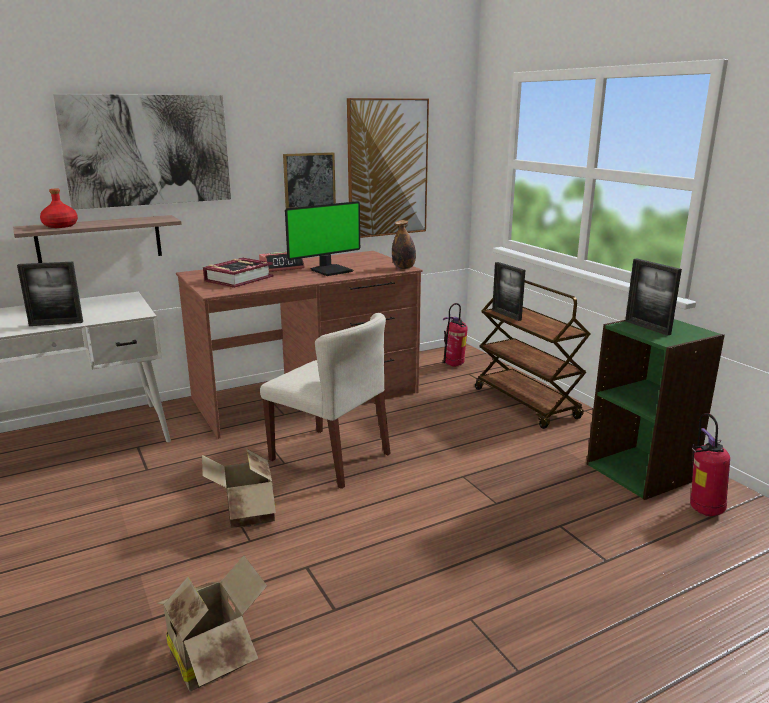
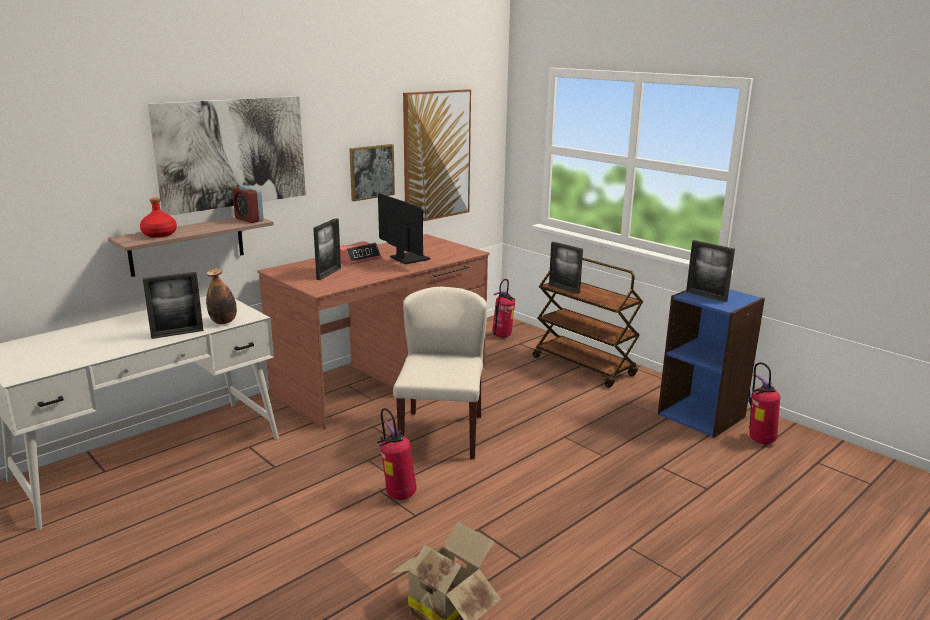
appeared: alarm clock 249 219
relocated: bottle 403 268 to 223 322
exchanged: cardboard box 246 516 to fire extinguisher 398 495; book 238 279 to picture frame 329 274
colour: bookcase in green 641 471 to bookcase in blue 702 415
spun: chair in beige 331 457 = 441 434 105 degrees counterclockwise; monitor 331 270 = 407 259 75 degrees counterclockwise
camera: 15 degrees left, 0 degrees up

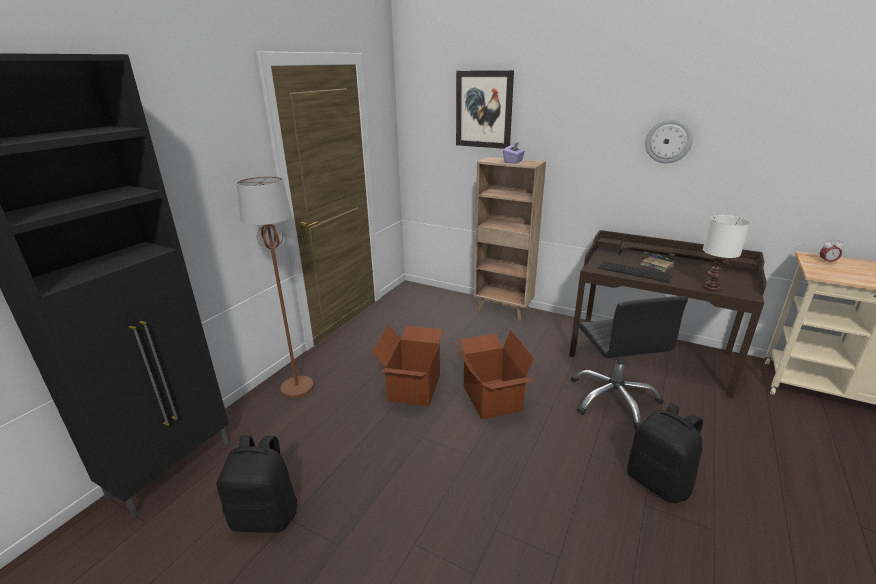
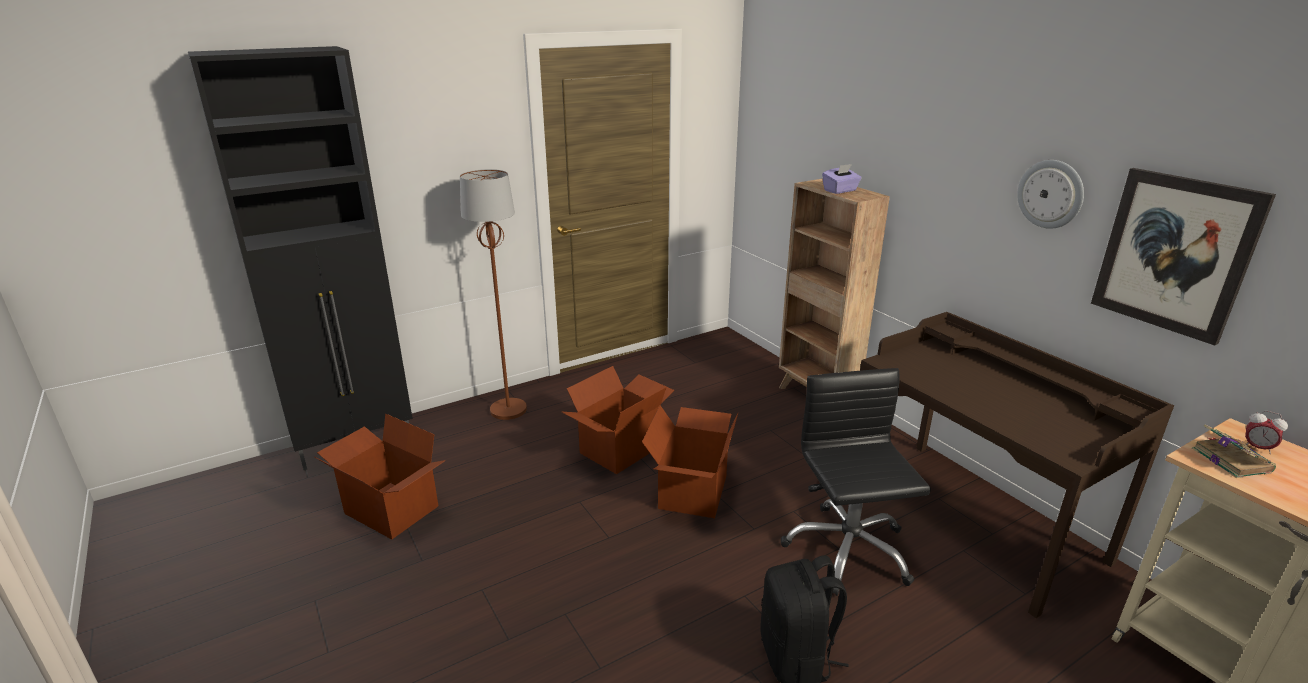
missing: keyboard 634 272; table lamp in white 711 287
relocated: picture 484 109 to 1175 254; book 656 265 to 1229 459
exchanged: backpack in black 266 515 to cardboard box 390 511
spun: office chair in black 614 399 = 847 550 150 degrees clockwise
camera: 30 degrees right, 0 degrees up

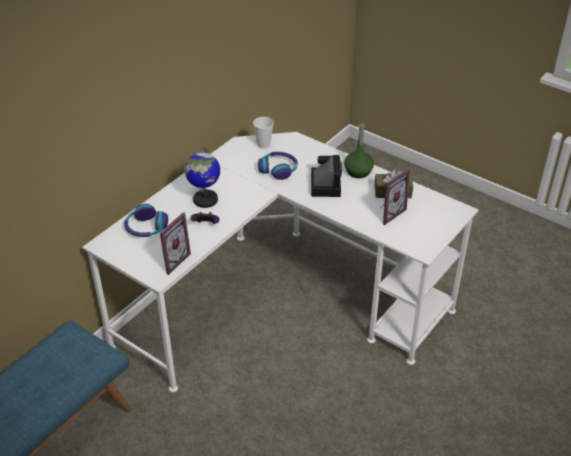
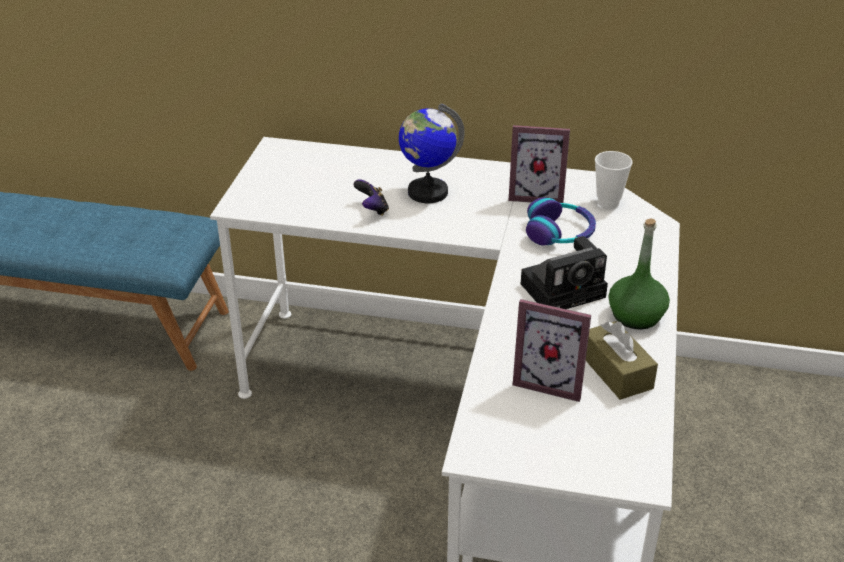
missing: headphones 146 228
relocated: picture frame 171 260 to 536 194
camera: 65 degrees right, 5 degrees down

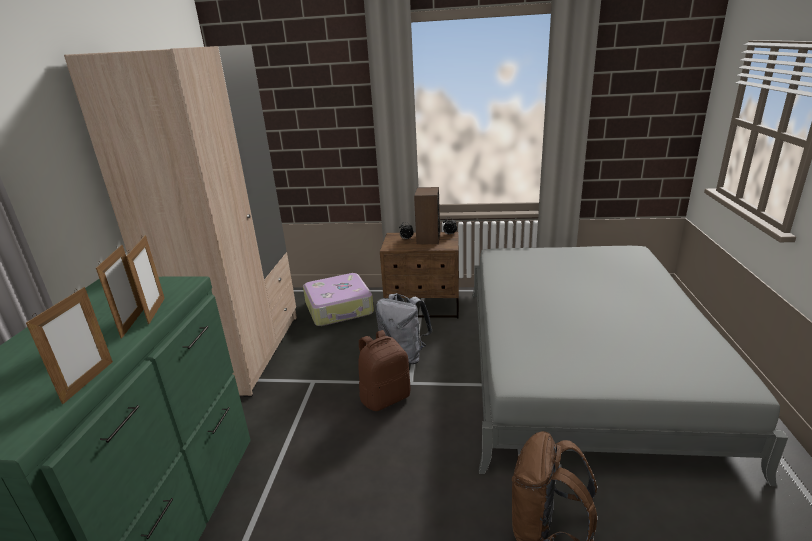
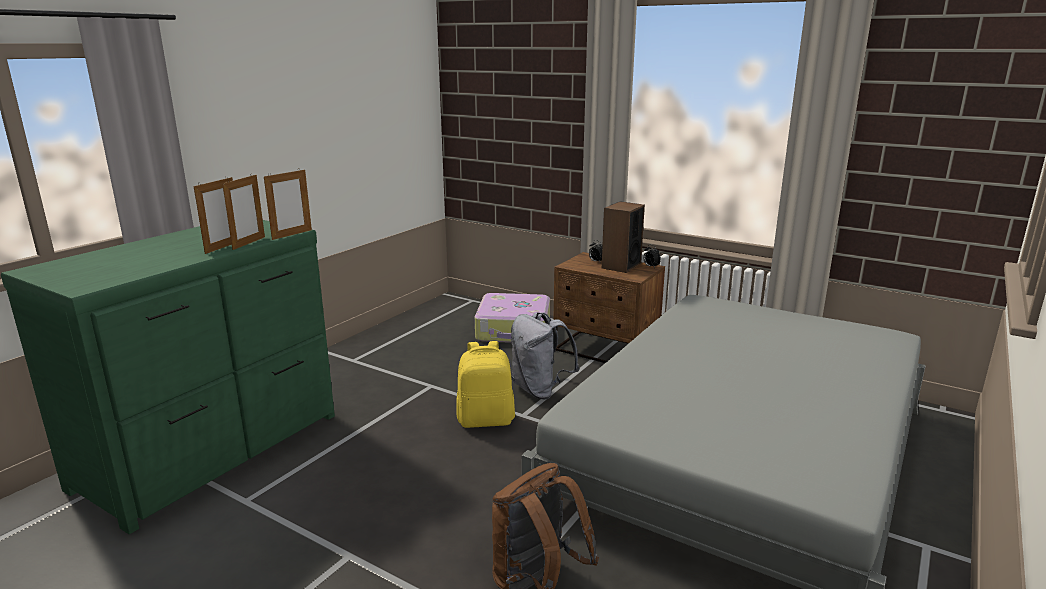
missing: wardrobe in beige 242 352
relocated: picture frame 88 381 to 292 234
colour: backpack in brown 385 397 to backpack in yellow 486 420
camera: 25 degrees right, 5 degrees down

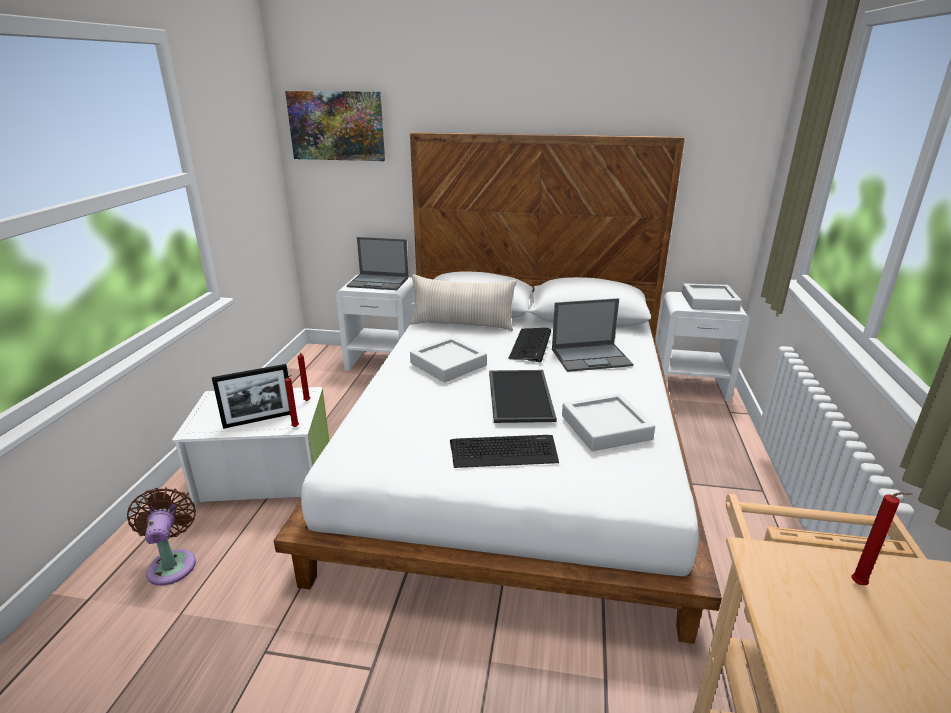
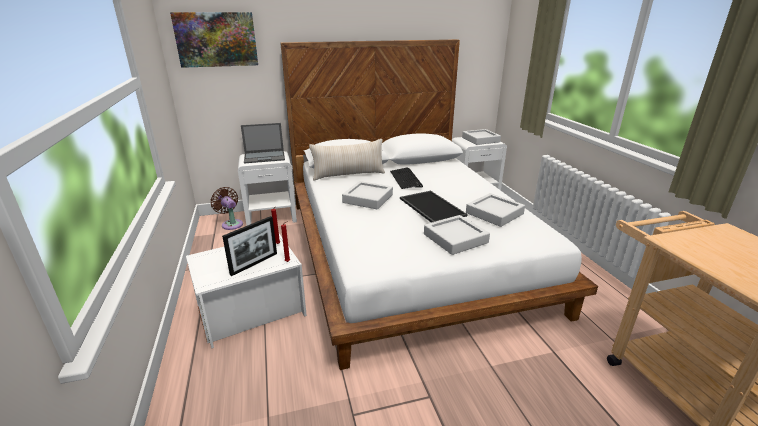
missing: laptop 592 357; candle in red 861 585
relocated: fan in brown 172 563 to 231 224
exchanged: keyboard 504 452 to tray in grey 455 238
camera: 25 degrees left, 0 degrees up

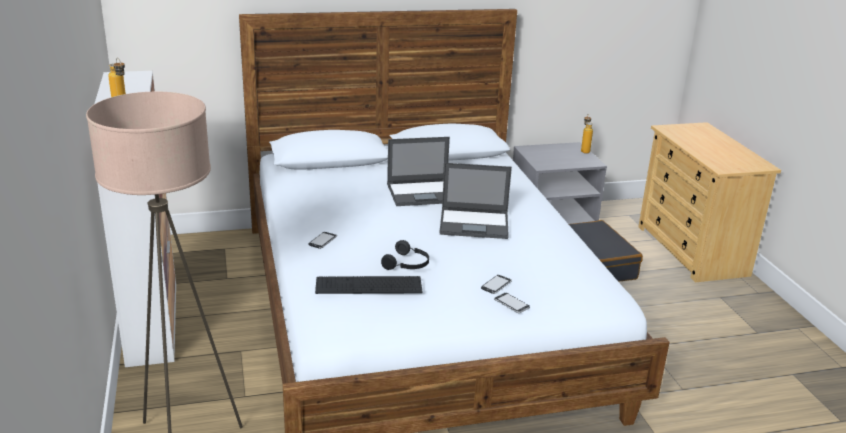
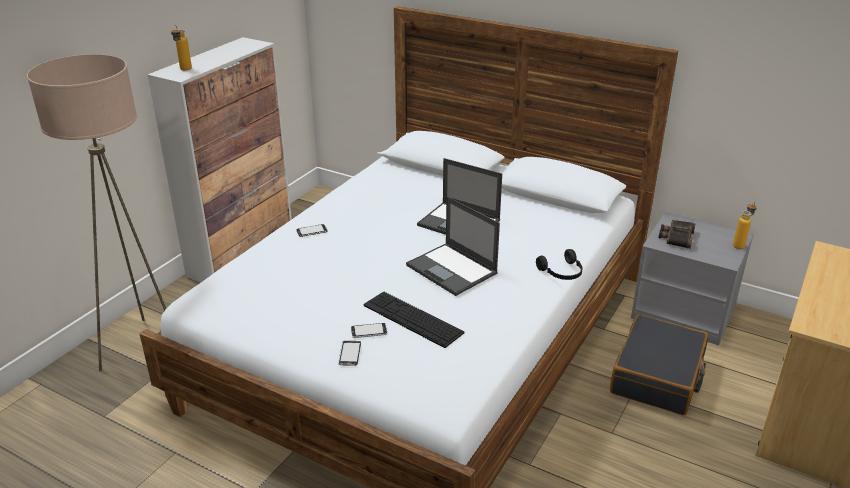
appeared: binoculars 676 237
relocated: keyboard 368 285 to 412 319; headphones in black 407 264 to 562 272
camera: 45 degrees right, 5 degrees up

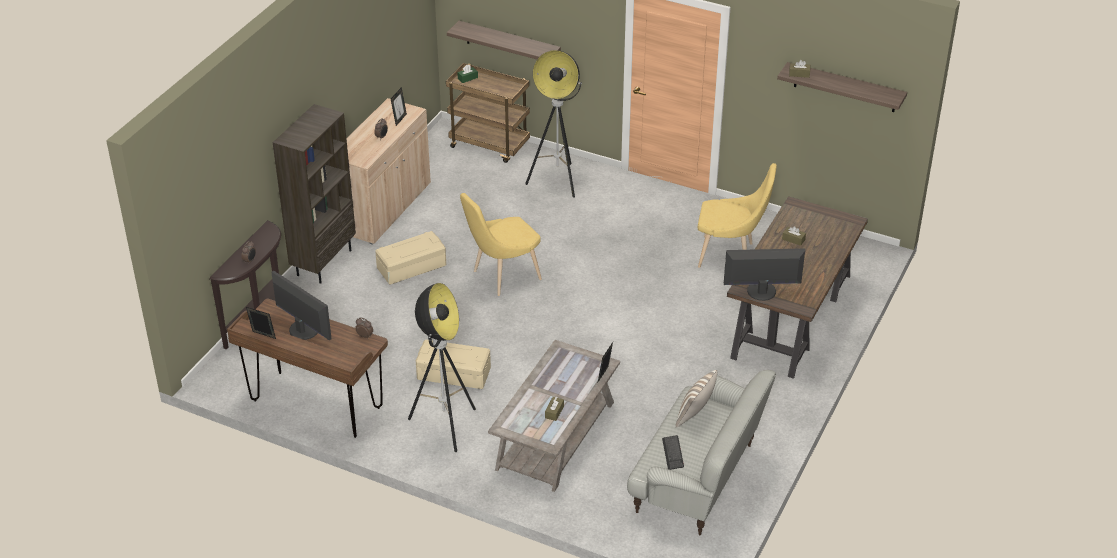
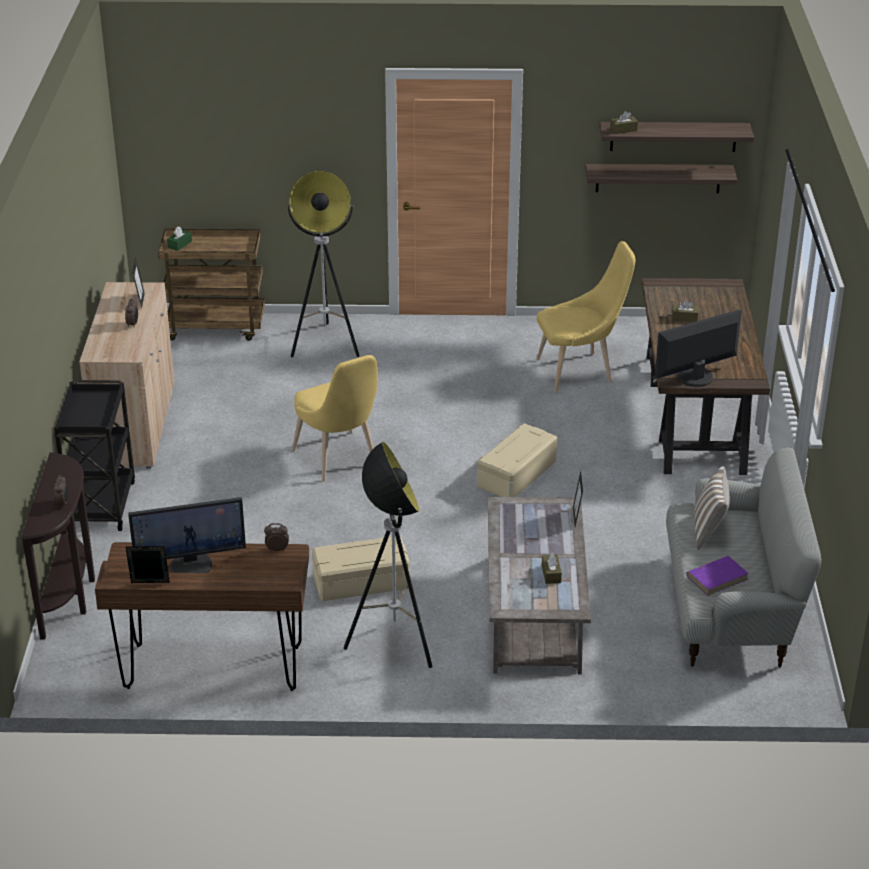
relocated: storage box in beige 411 267 to 517 475; shelf 509 43 to 658 178
exchanged: bookcase in brown 323 262 to cart in black 102 504; keyboard 673 453 to book in purple 717 577
spun: monitor 303 330 = 191 565 150 degrees clockwise; chair in yellow 502 276 = 338 460 60 degrees counterclockwise
camera: 25 degrees left, 5 degrees down

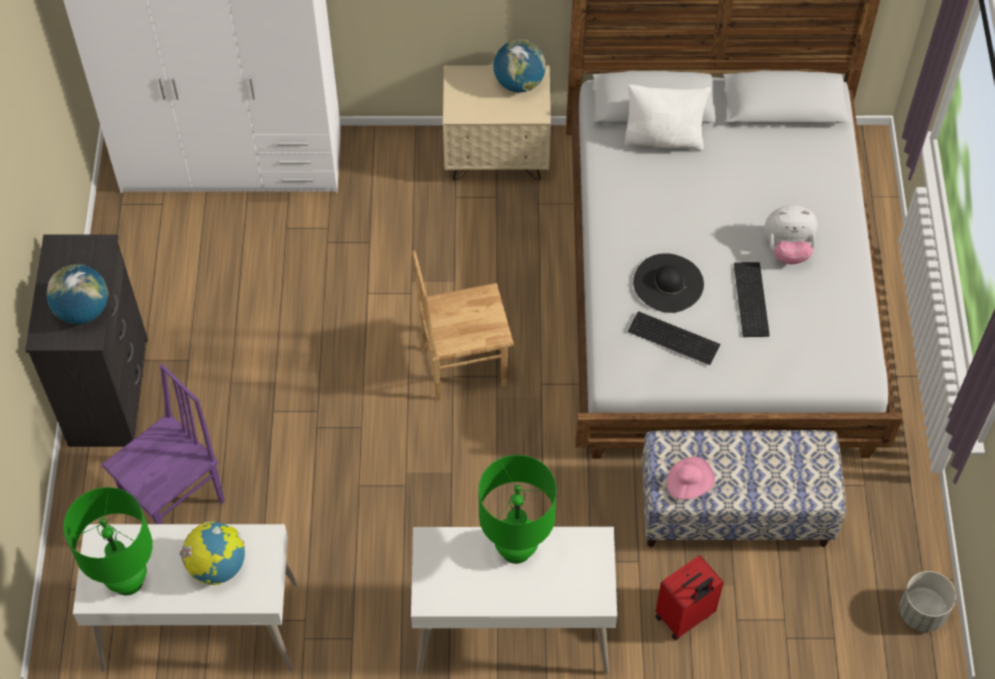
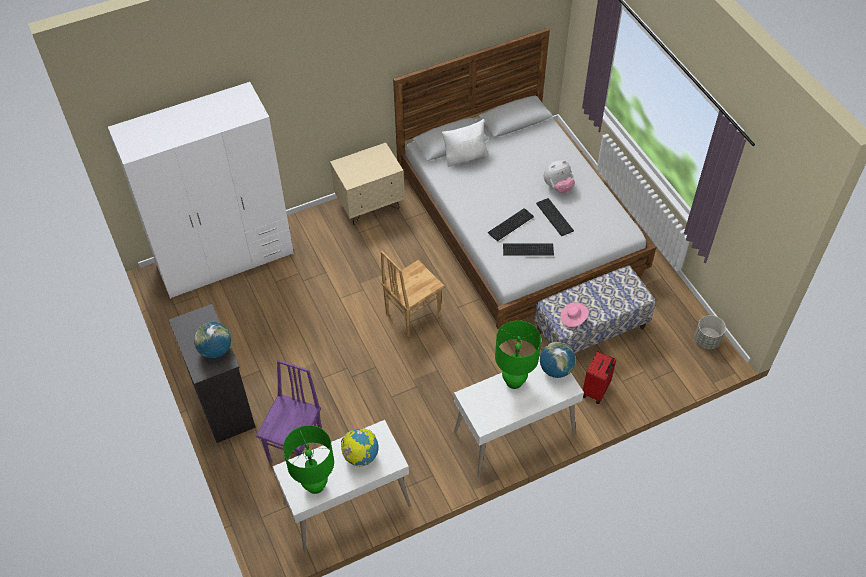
relocated: globe 519 83 to 556 369
exchanged: hat in black 668 283 to keyboard 509 224
camera: 25 degrees left, 5 degrees down

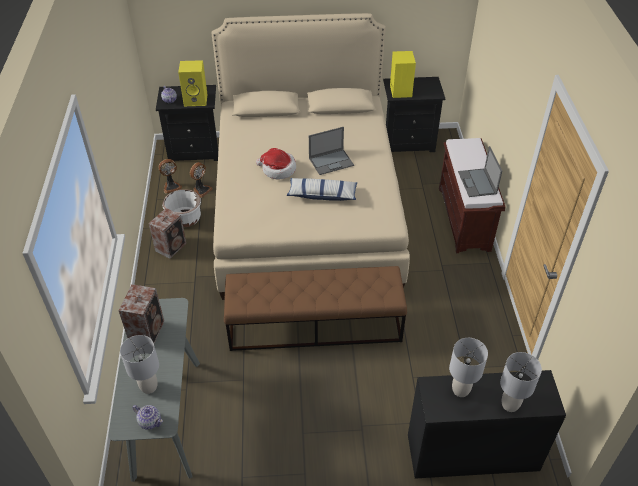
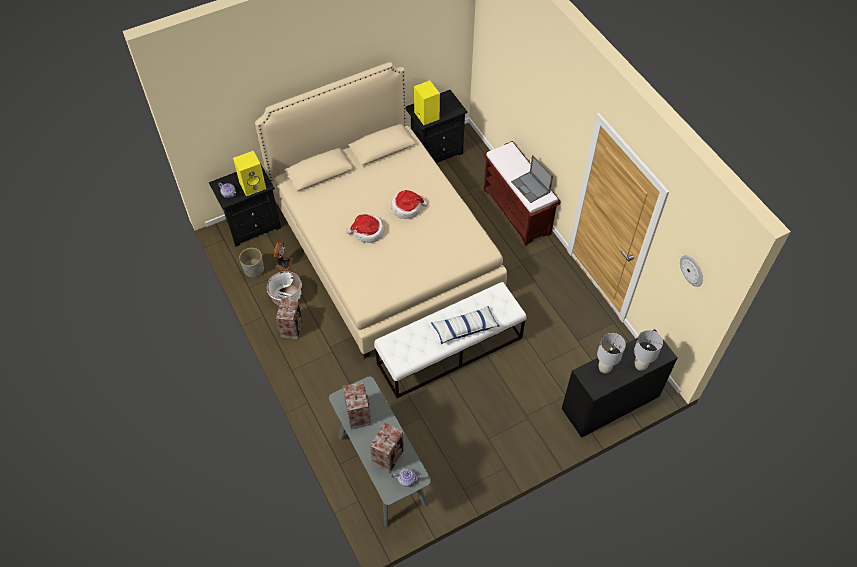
appeared: wall clock 692 270
relocated: pillow 322 195 to 464 328
exchanged: table lamp in grey 149 387 to speaker 389 455; fan 171 186 to planter in grey 254 269; laptop 331 161 to hat 407 208
colour: bench in brown 315 325 to bench in white 450 350
camera: 25 degrees left, 10 degrees up

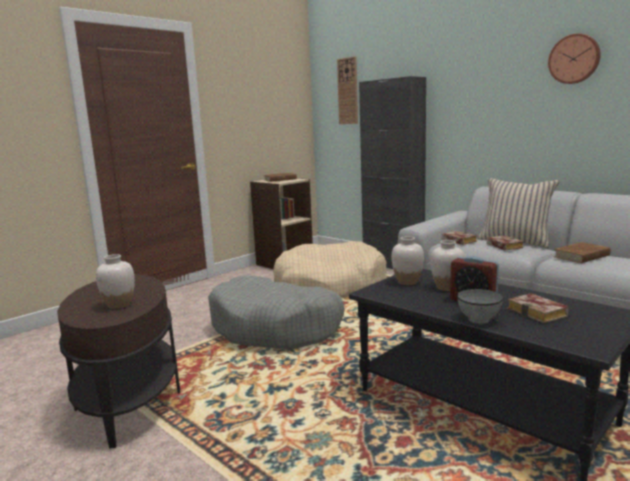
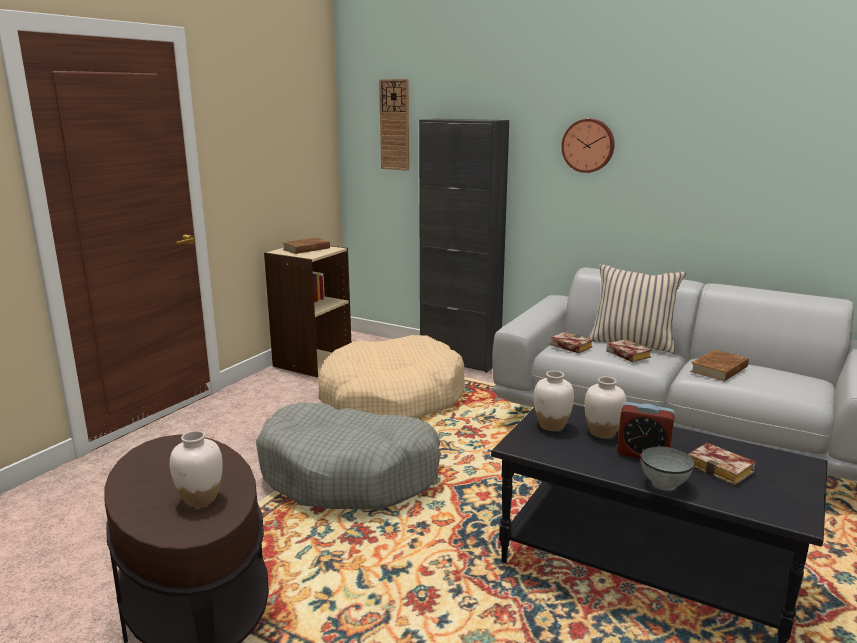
relocated: wall clock 574 59 to 588 145
camera: 15 degrees left, 5 degrees up

